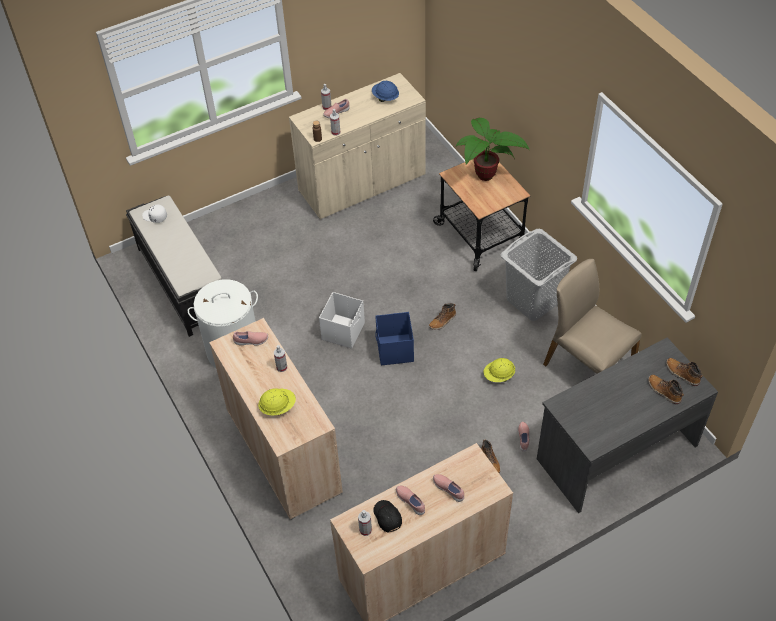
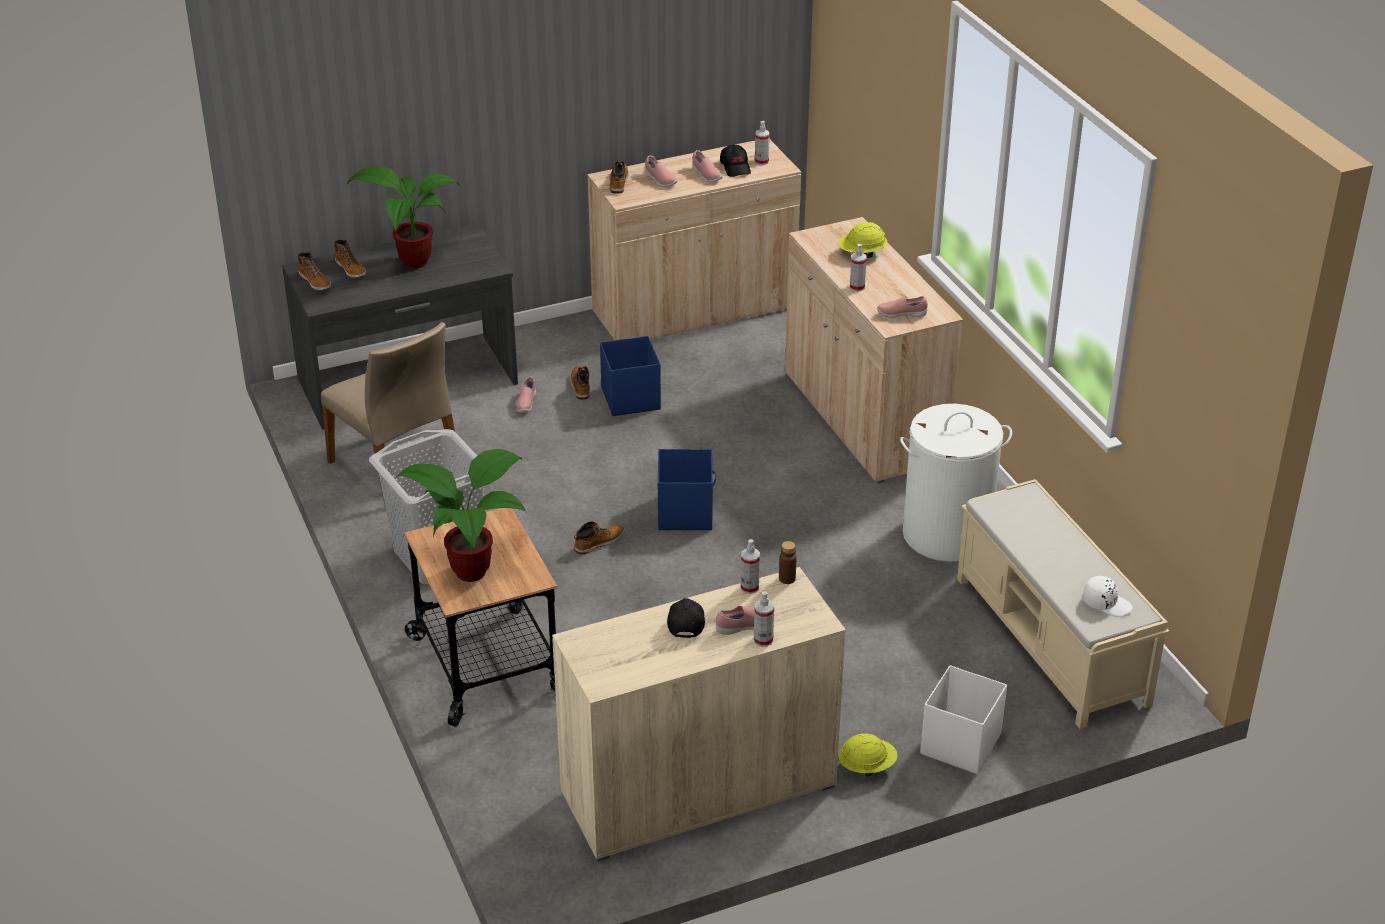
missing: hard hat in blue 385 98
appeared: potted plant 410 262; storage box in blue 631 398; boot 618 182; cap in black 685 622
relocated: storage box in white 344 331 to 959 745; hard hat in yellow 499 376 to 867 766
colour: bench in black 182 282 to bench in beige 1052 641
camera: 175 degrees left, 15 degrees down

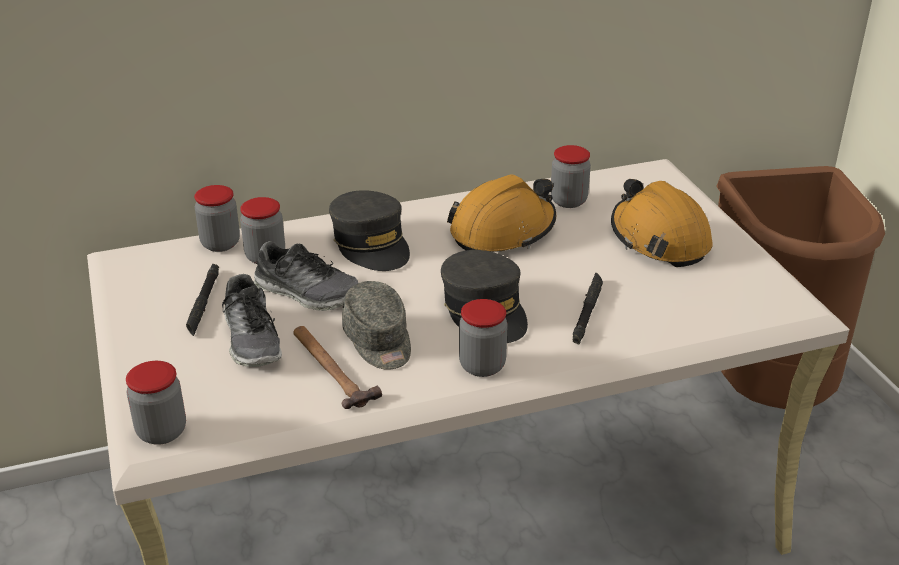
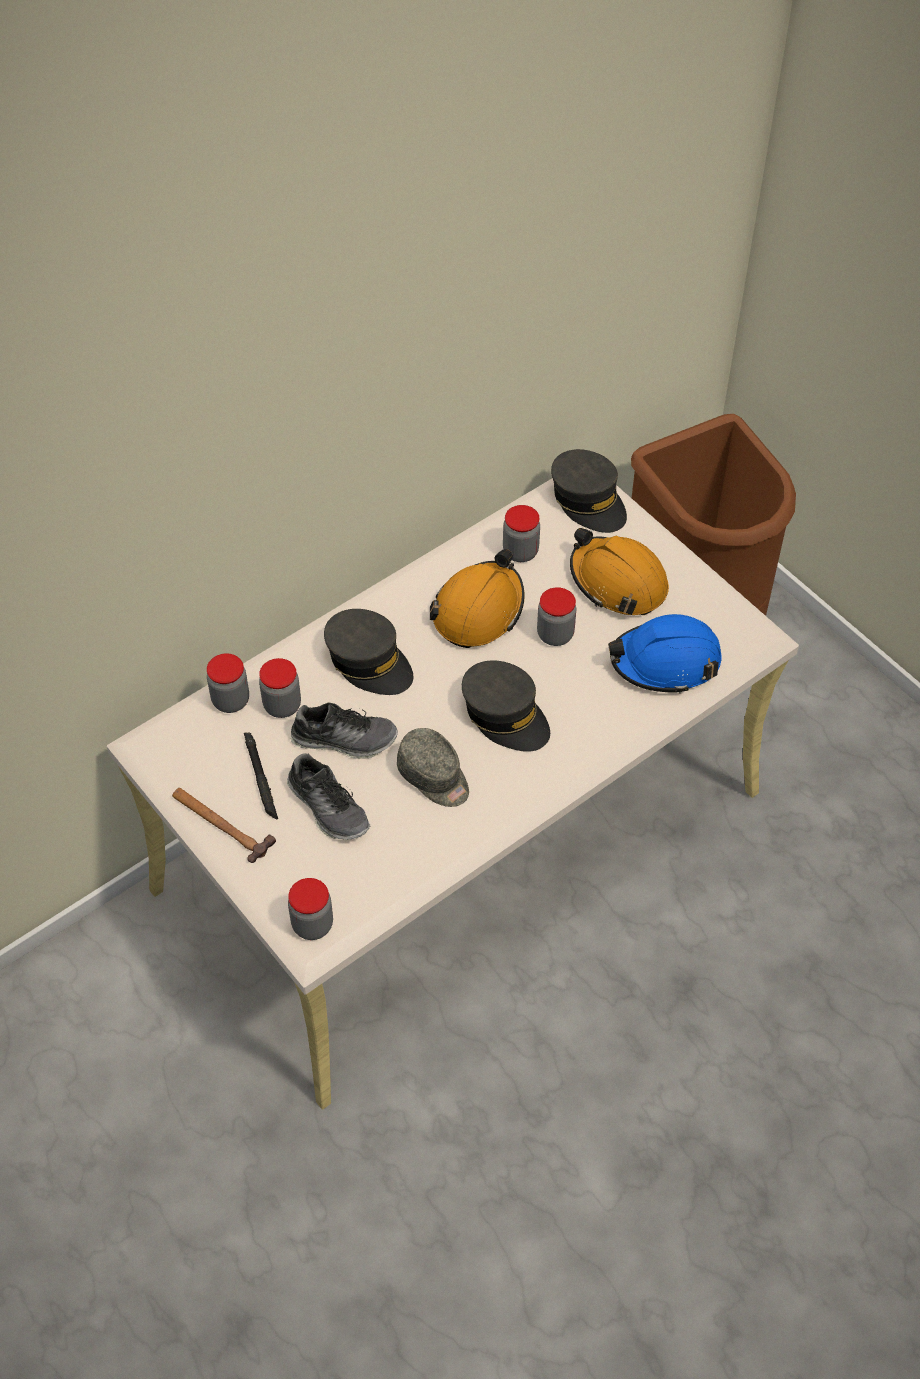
missing: flashlight in black 587 312
appeared: cap in grey 588 500; hard hat in blue 665 662
relocated: hammer 331 369 to 221 824; jar 482 366 to 555 634
camera: 20 degrees left, 20 degrees up

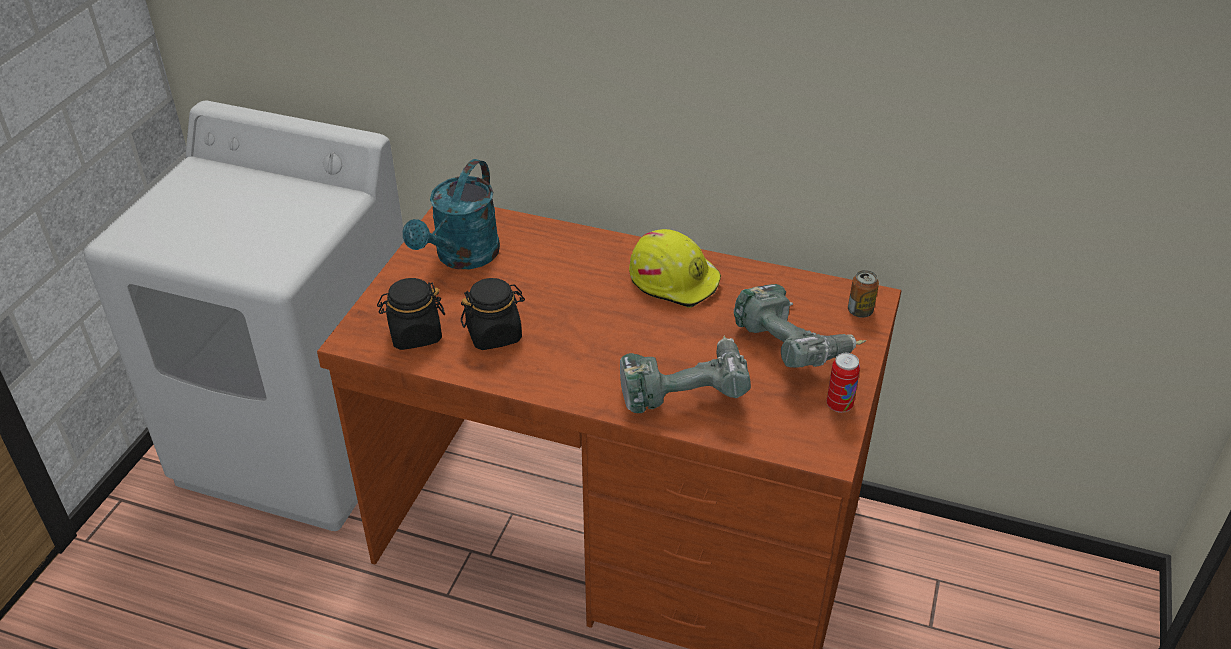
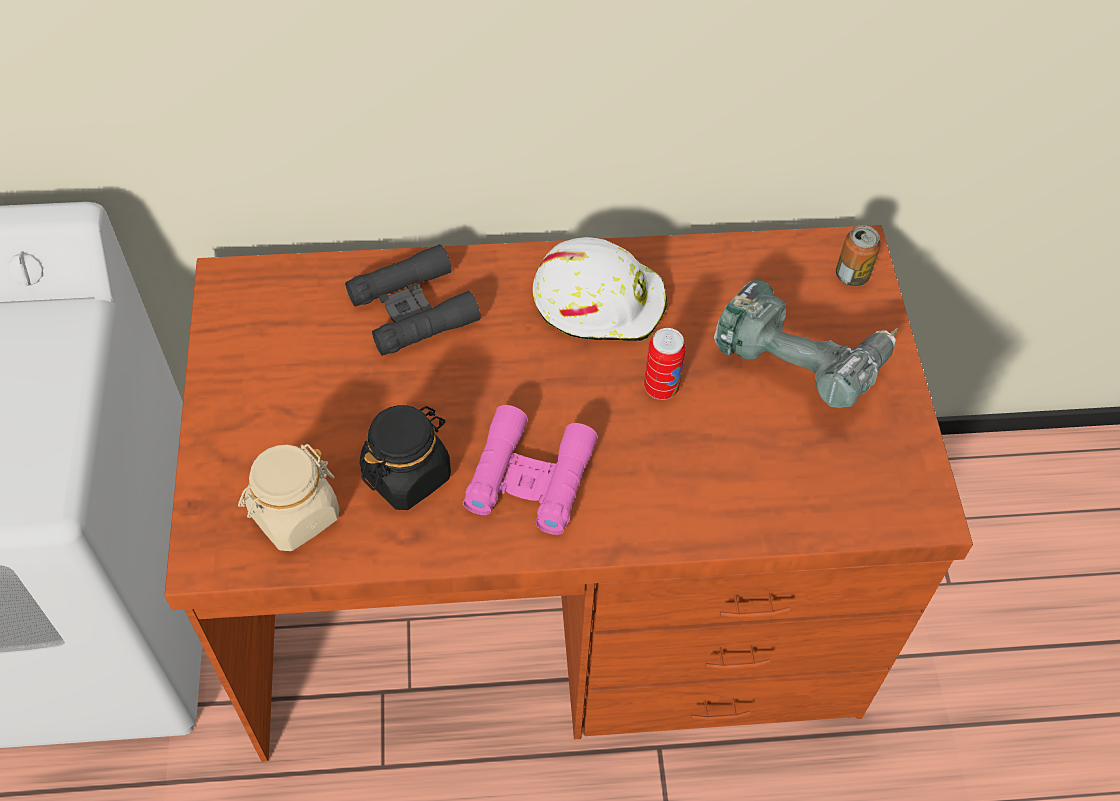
missing: watering can in turquoise 462 258; power drill 682 390
appeared: binoculars in black 413 309; binoculars in pink 530 477
relocated: can 839 405 to 661 388
colour: jar in black 415 334 to jar in beige 294 515; hard hat in yellow 674 279 to hard hat in white 599 300
camera: 25 degrees left, 15 degrees up

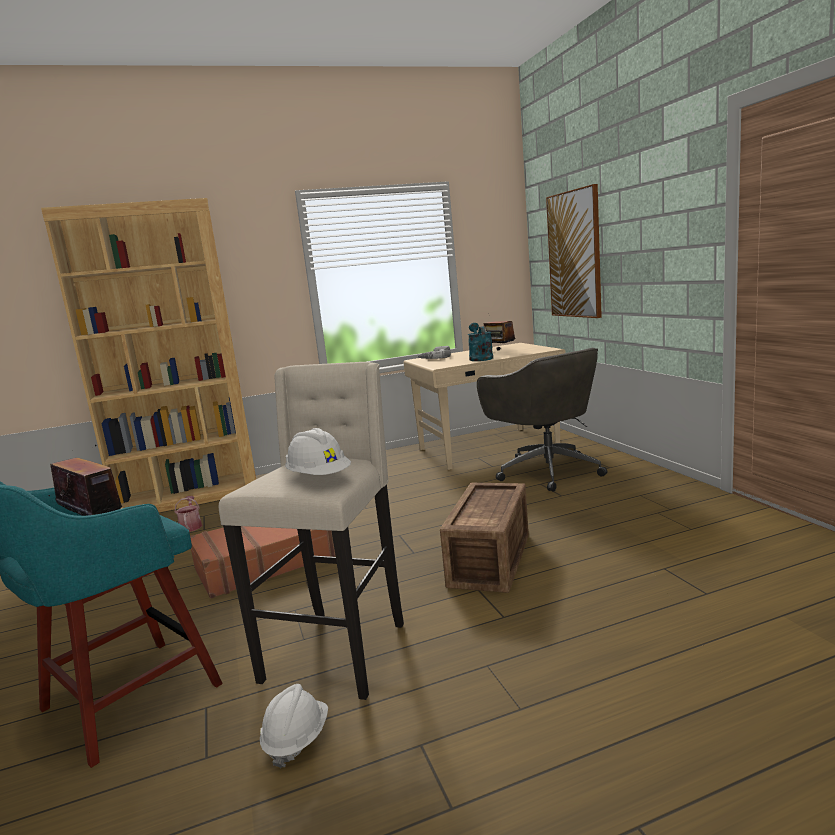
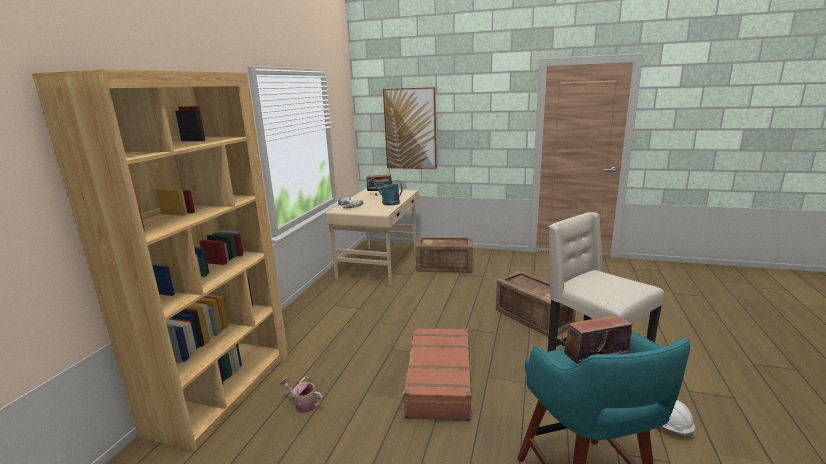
missing: hard hat in white 319 478
exchanged: office chair in grey 547 471 to crate 445 267
camera: 55 degrees left, 5 degrees up

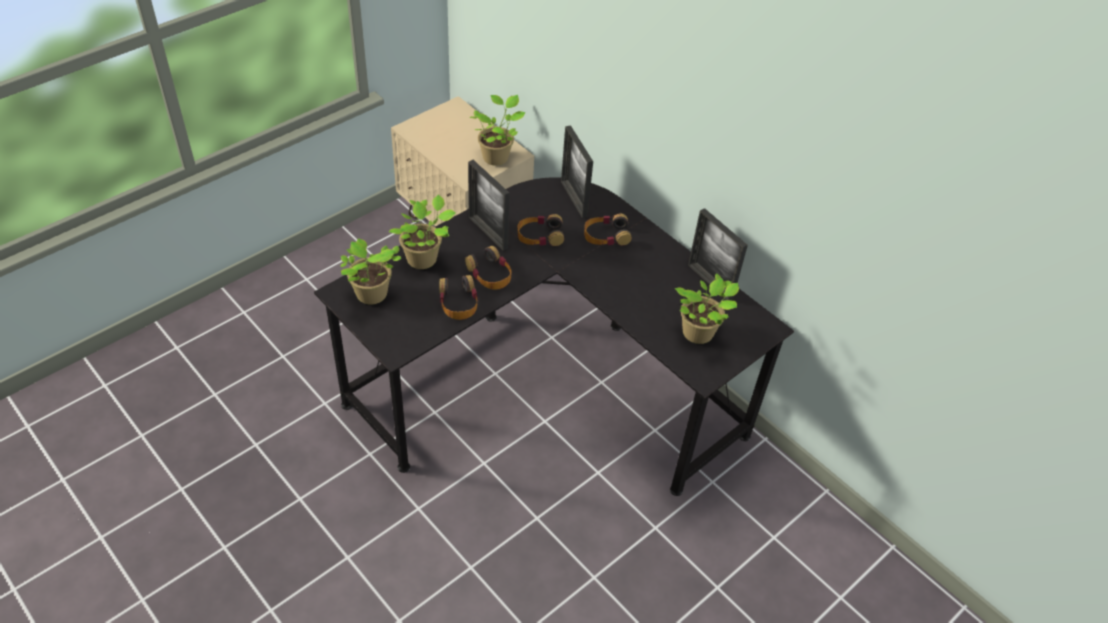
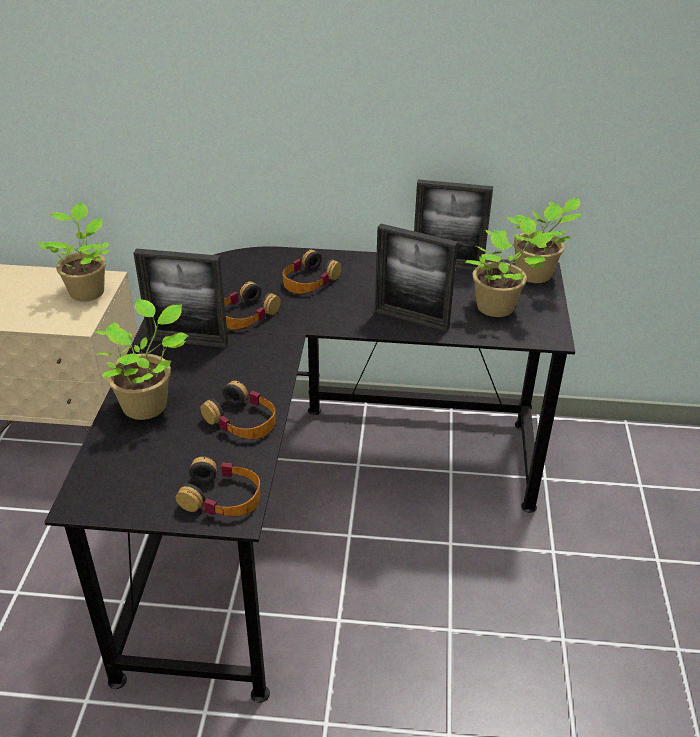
relocated: potted plant 371 296 to 536 275; headphones 490 274 to 222 497; picture frame 574 198 to 411 319
camera: 40 degrees left, 10 degrees down

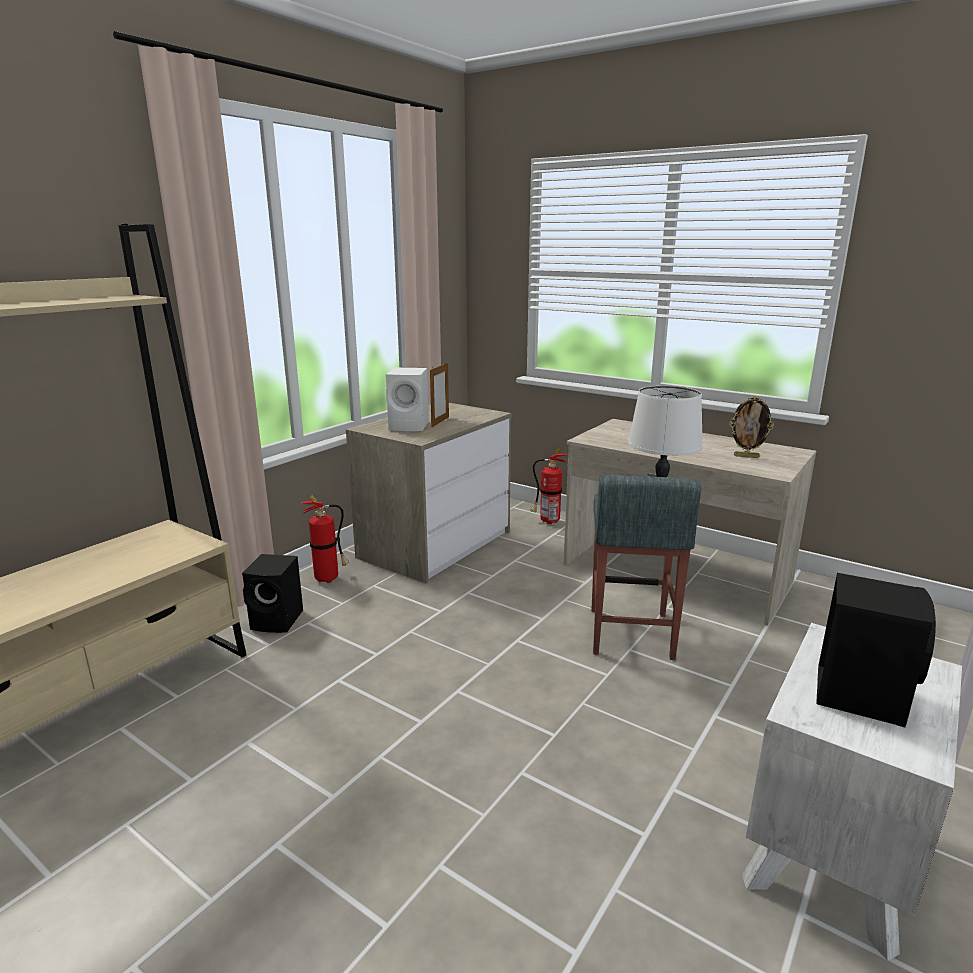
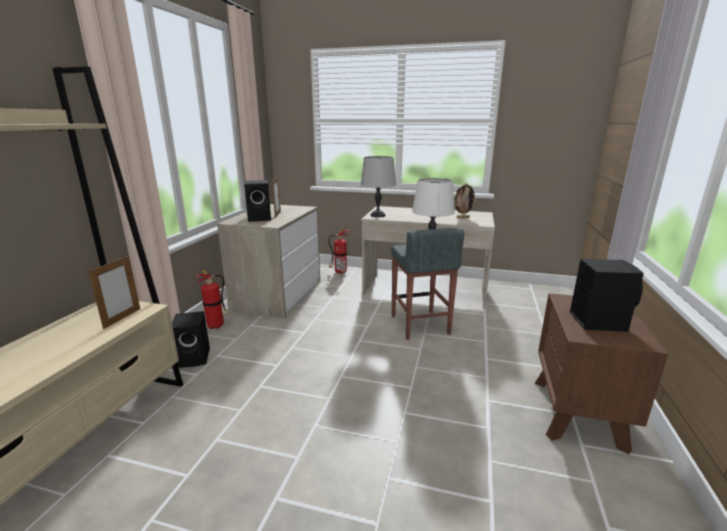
appeared: picture frame 122 318; table lamp in grey 377 215
colour: speaker in white 410 426 to speaker in black 260 218; nightstand in white 831 857 to nightstand in brown 578 413
camera: 20 degrees left, 0 degrees up

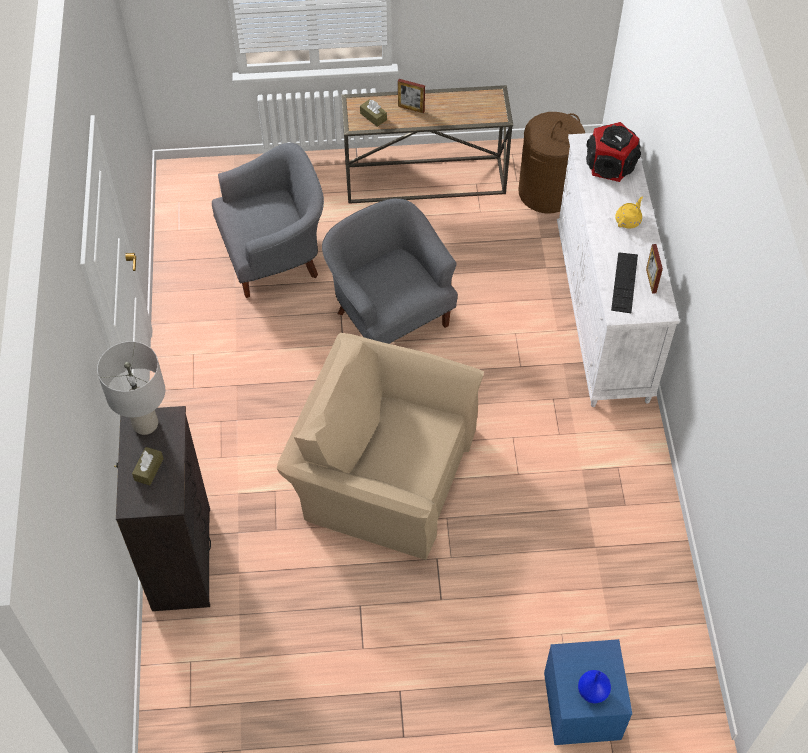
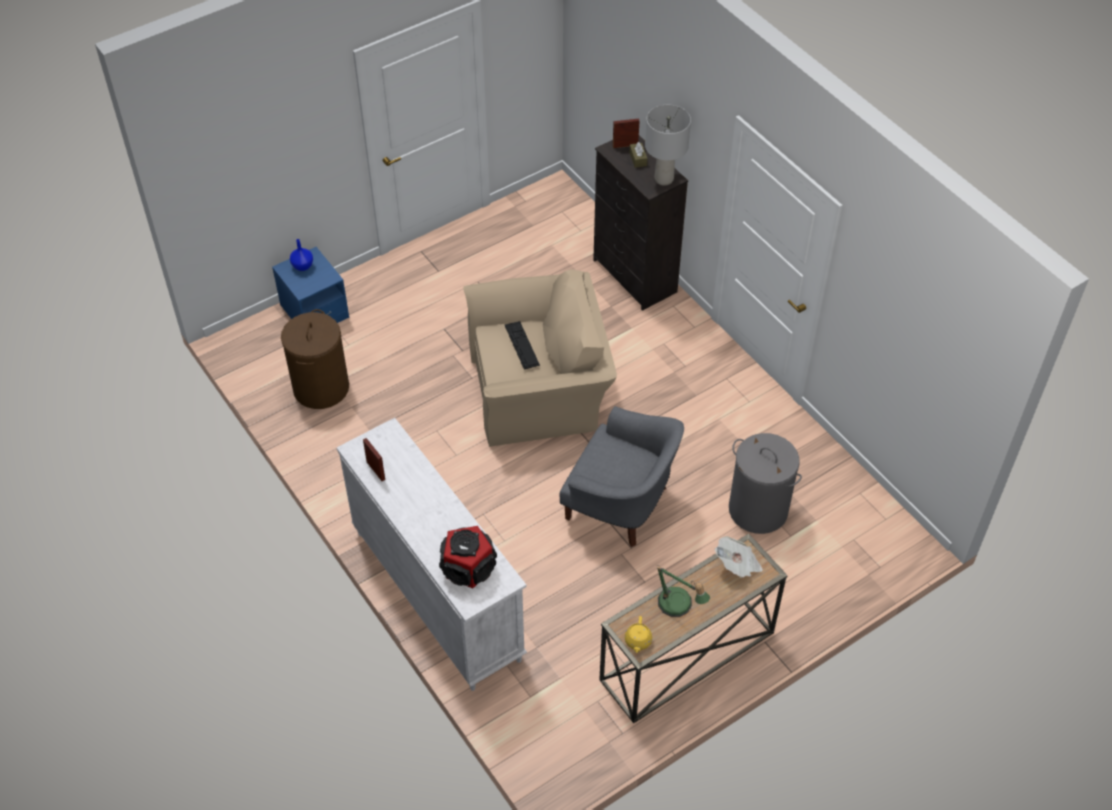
appeared: table lamp 678 607
relocated: picture frame 411 108 to 625 145; laundry basket in brown 547 192 to 321 388; keyboard 624 282 to 522 345; teapot in yellow 628 220 to 638 641
exchanged: armchair in grey 275 256 to laundry basket in grey 758 510; tissue box in brown 373 116 to newspaper 737 565
camera: 150 degrees right, 5 degrees down

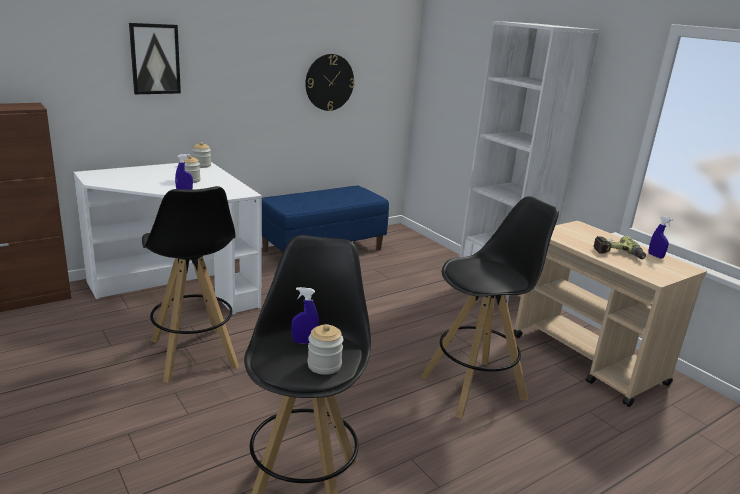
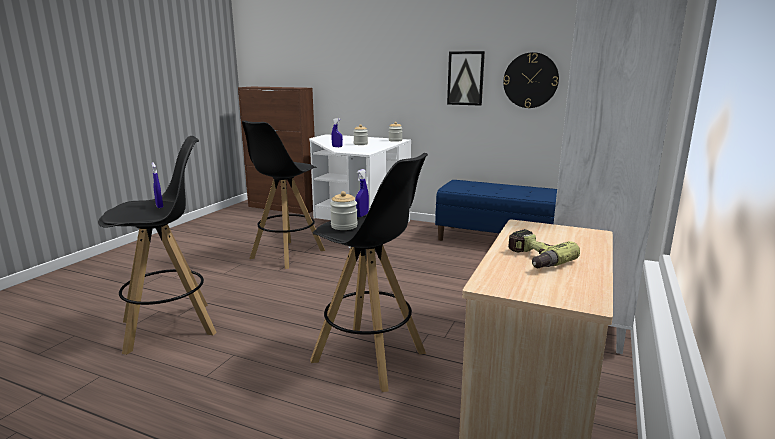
relocated: picture 155 59 to 465 78; jar 324 365 to 344 226; spray bottle in blue 655 256 to 362 215
camera: 60 degrees right, 5 degrees down

